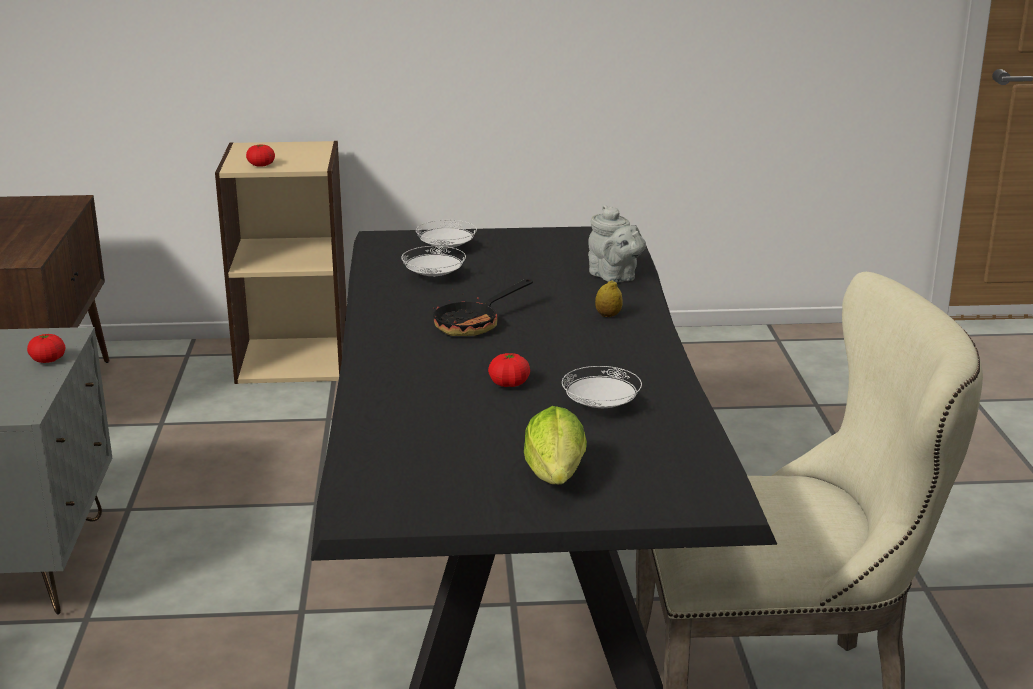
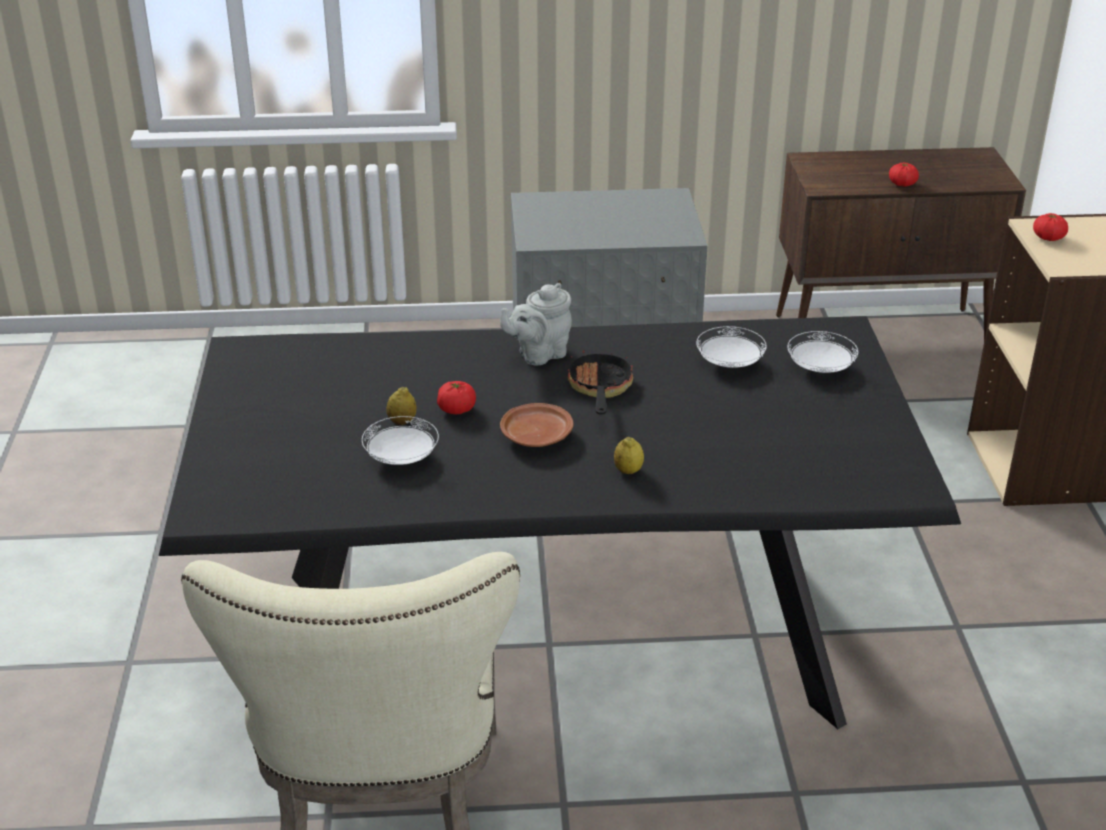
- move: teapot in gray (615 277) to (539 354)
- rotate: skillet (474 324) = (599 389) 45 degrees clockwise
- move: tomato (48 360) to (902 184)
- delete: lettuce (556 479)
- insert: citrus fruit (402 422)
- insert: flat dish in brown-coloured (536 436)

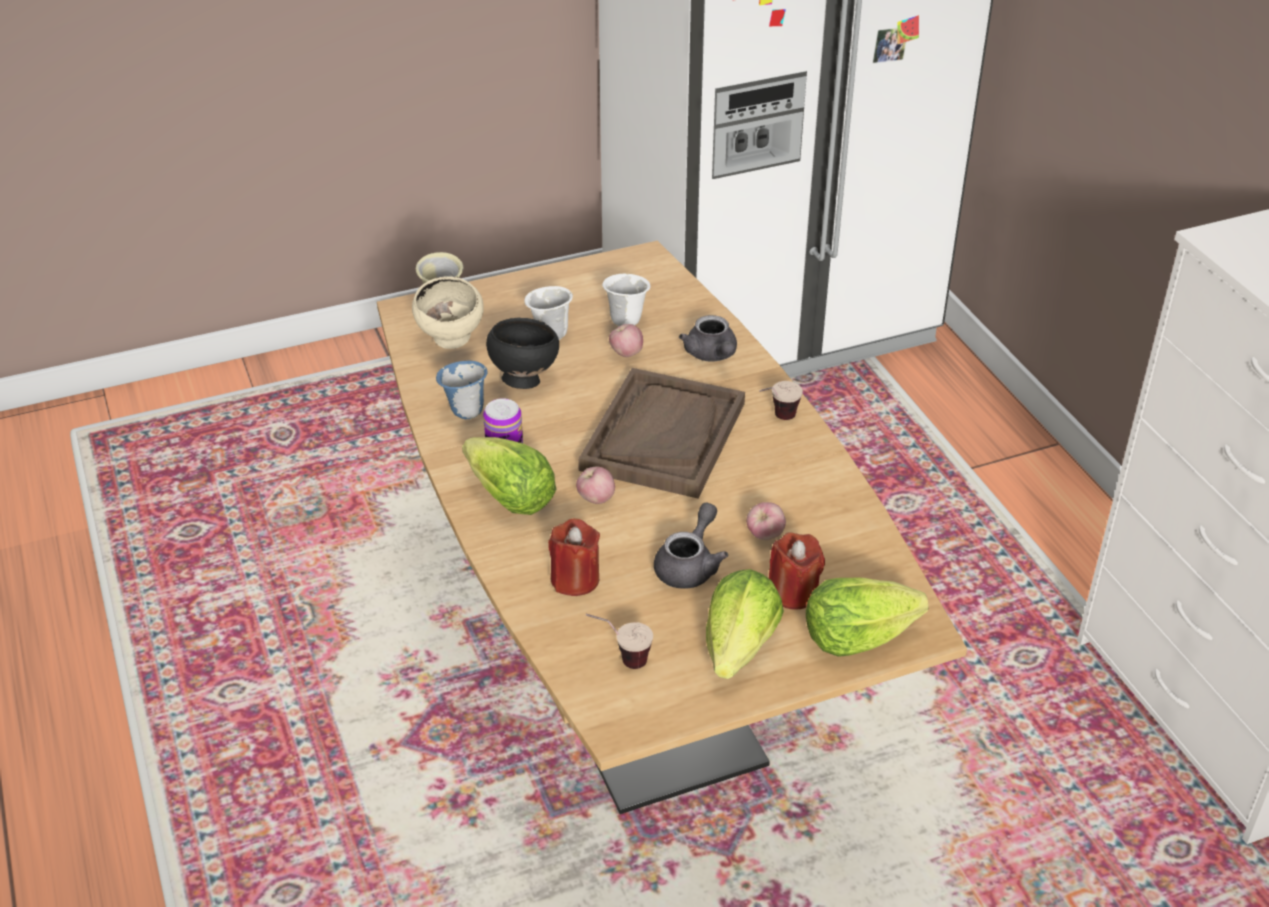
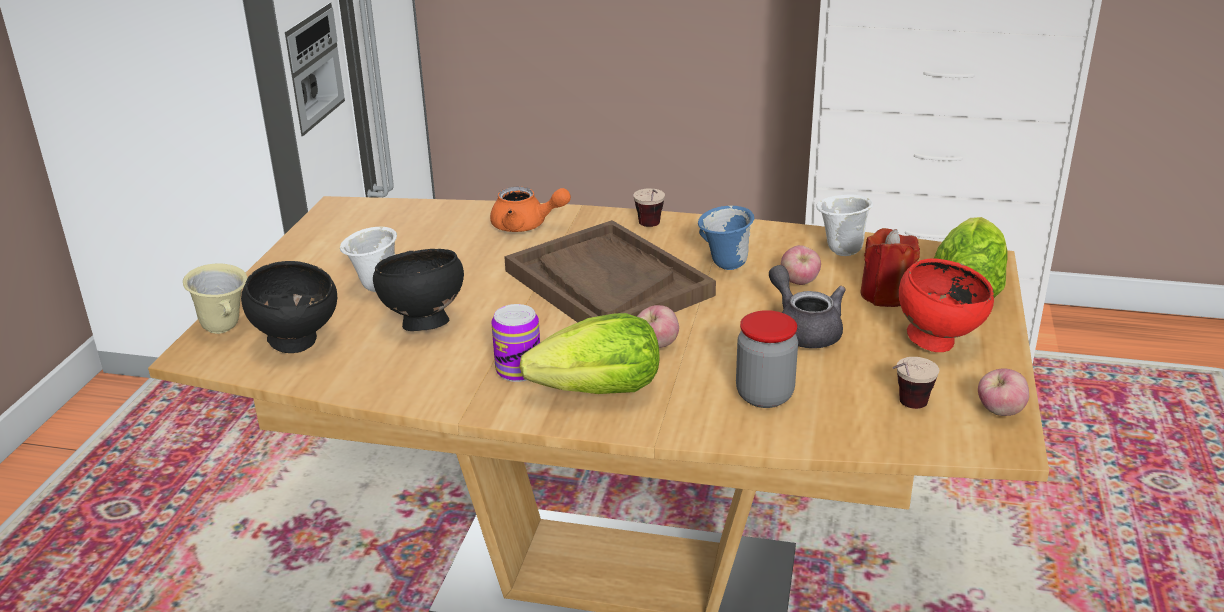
- move: coffee mug in whitish (626 321) to (840 251)
- recolor: deep dish in beige (452 342) to deep dish in blackish (299 344)
- recolor: teapot in gray (712 355) to teapot in orangey (526 226)
- move: whole apple (626 353) to (999 412)
- move: coffee mug in blue (464 412) to (724 266)
- replace: candle in red-coloured (575 579) to storage jar (764 395)
- replace: lettuce (740 647) to deep dish in red-coloured (938 343)

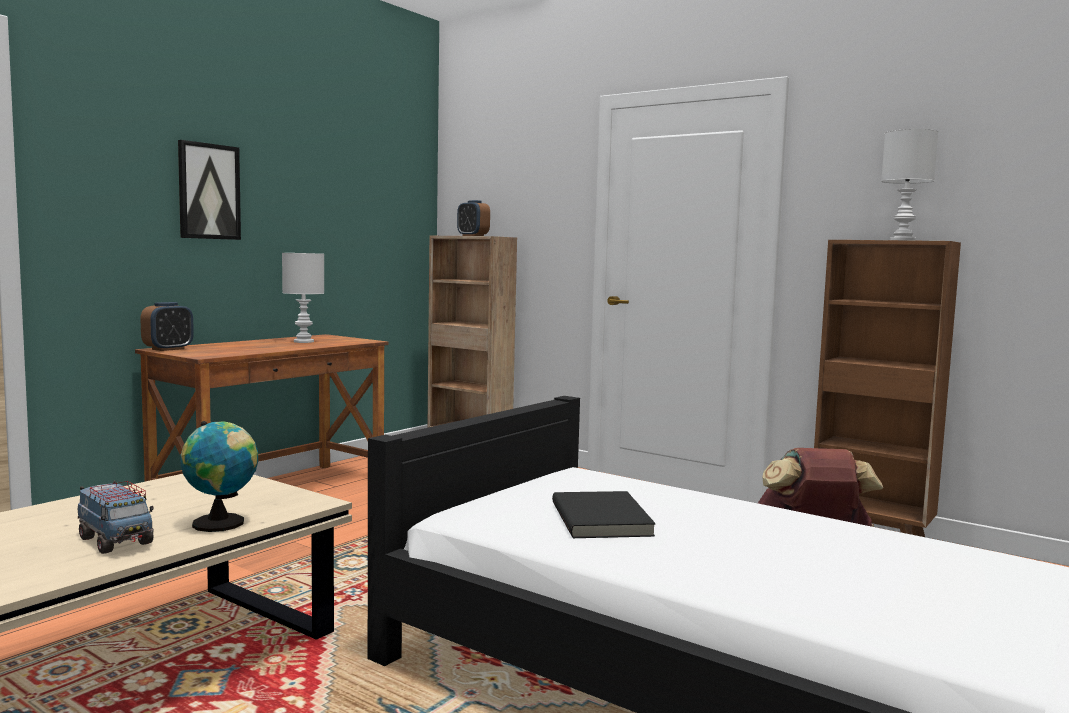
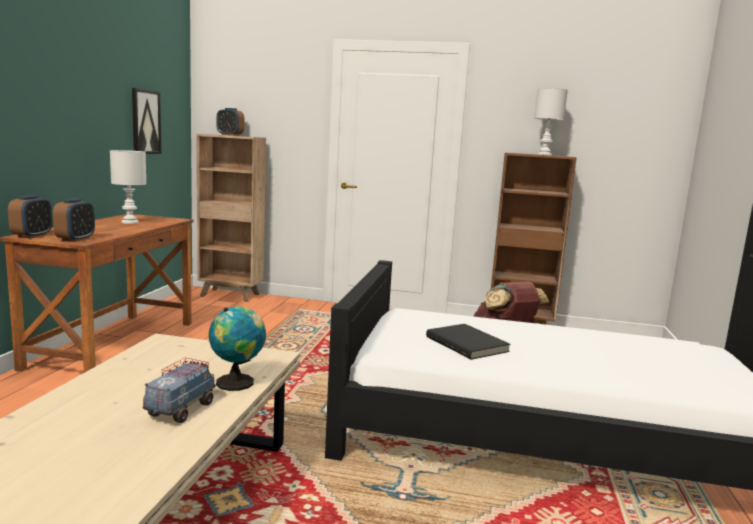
- move: wall art (208 191) to (145 122)
- rotate: toy lorry (116 541) = (181 410) 90 degrees counterclockwise
- insert: table clock (75 239)

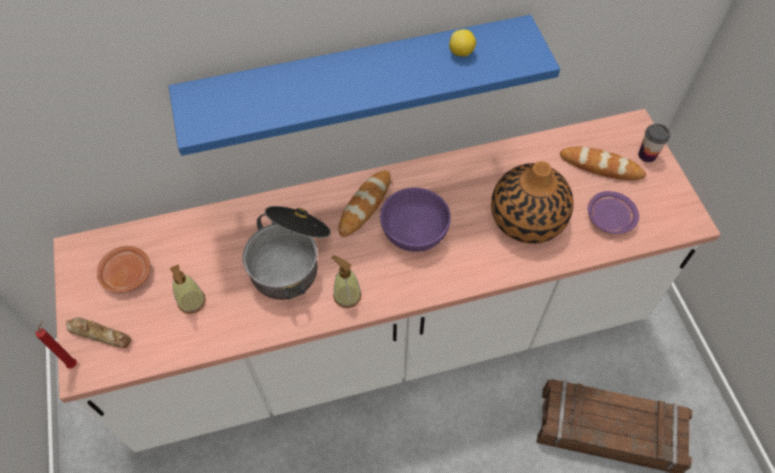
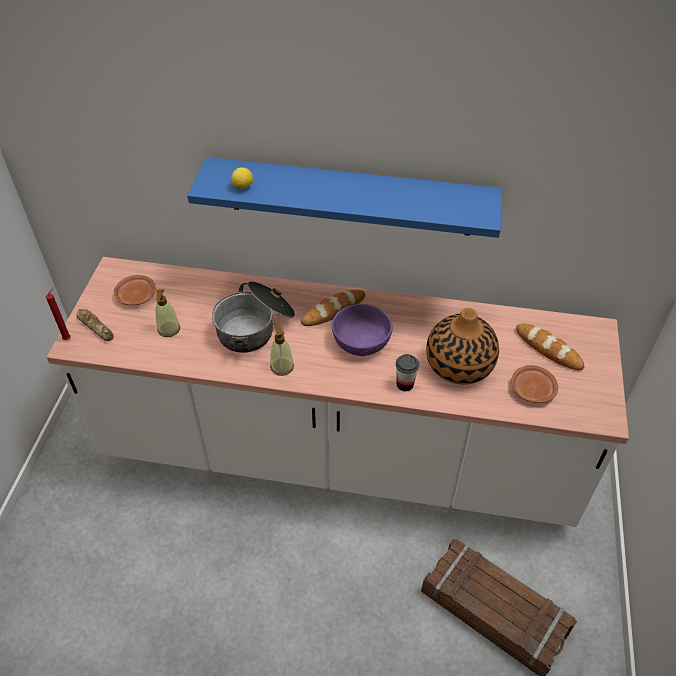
- move: citrus fruit (461 53) to (243 187)
- move: drinking cup (647 155) to (405 384)
- recolor: flat dish in purplish (609 217) to flat dish in brown-coloured (532 389)

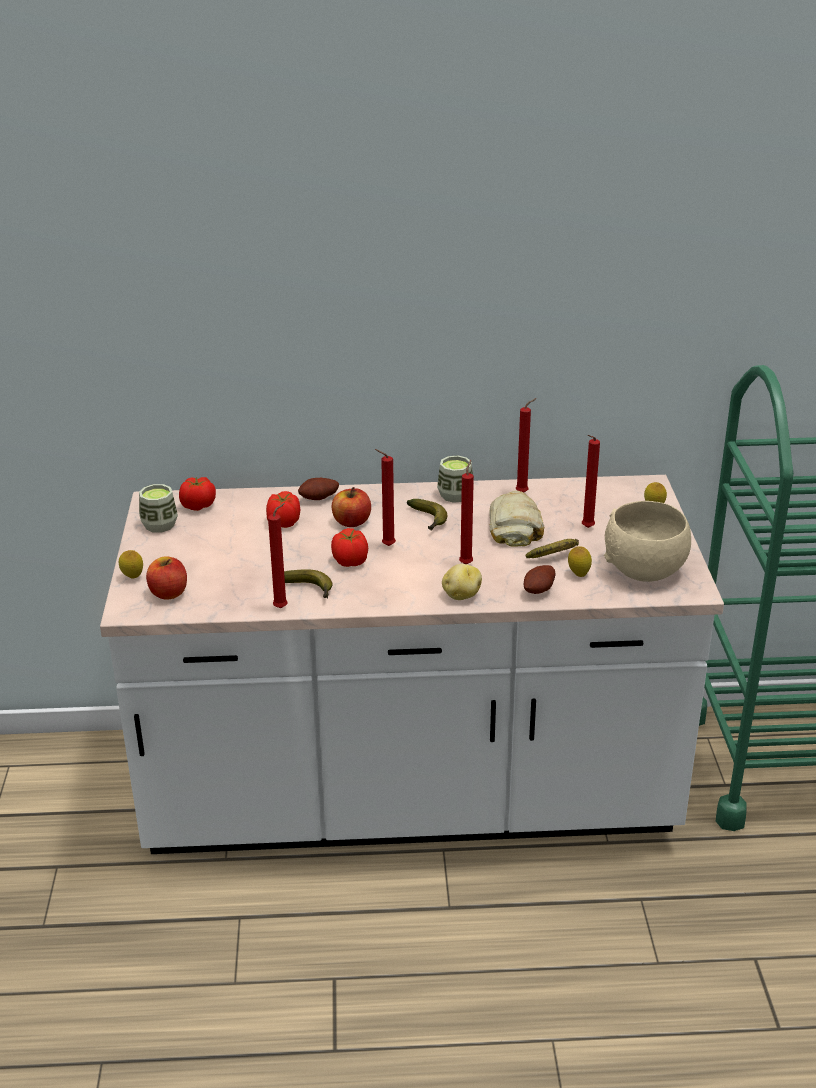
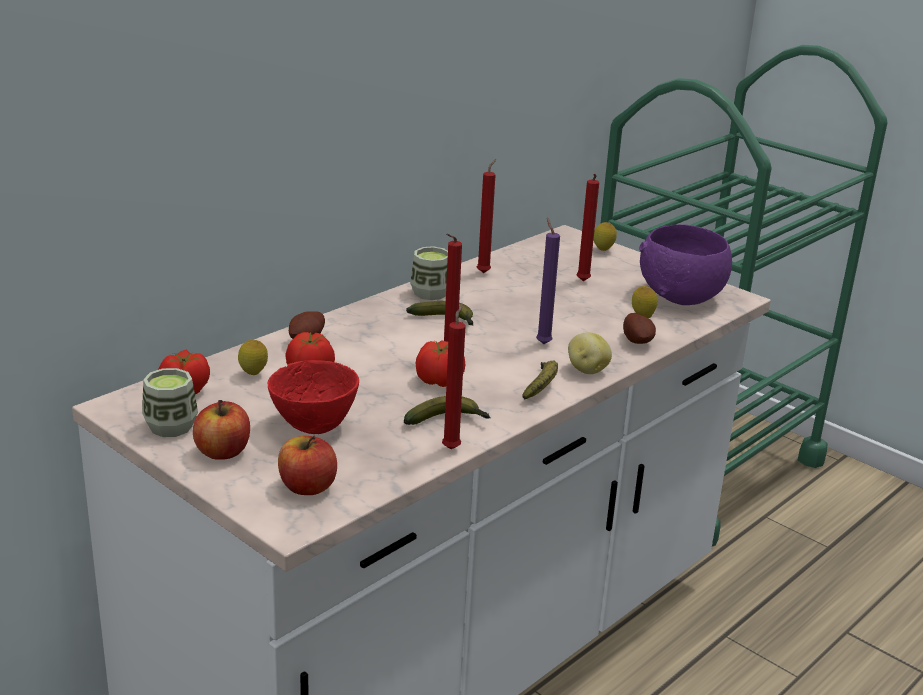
- recolor: candle in red-coloured (466 563) to candle in purplish (542 343)
- move: whole apple (352 522) to (223 452)
- delete: baked bread (515 527)
- recolor: deep dish in beige (645 571) to deep dish in purplish (682 297)
- move: banana (556 555) to (542 387)
- move: citrus fruit (133 578) to (253 375)
- insert: deep dish in red-coloured (315 427)

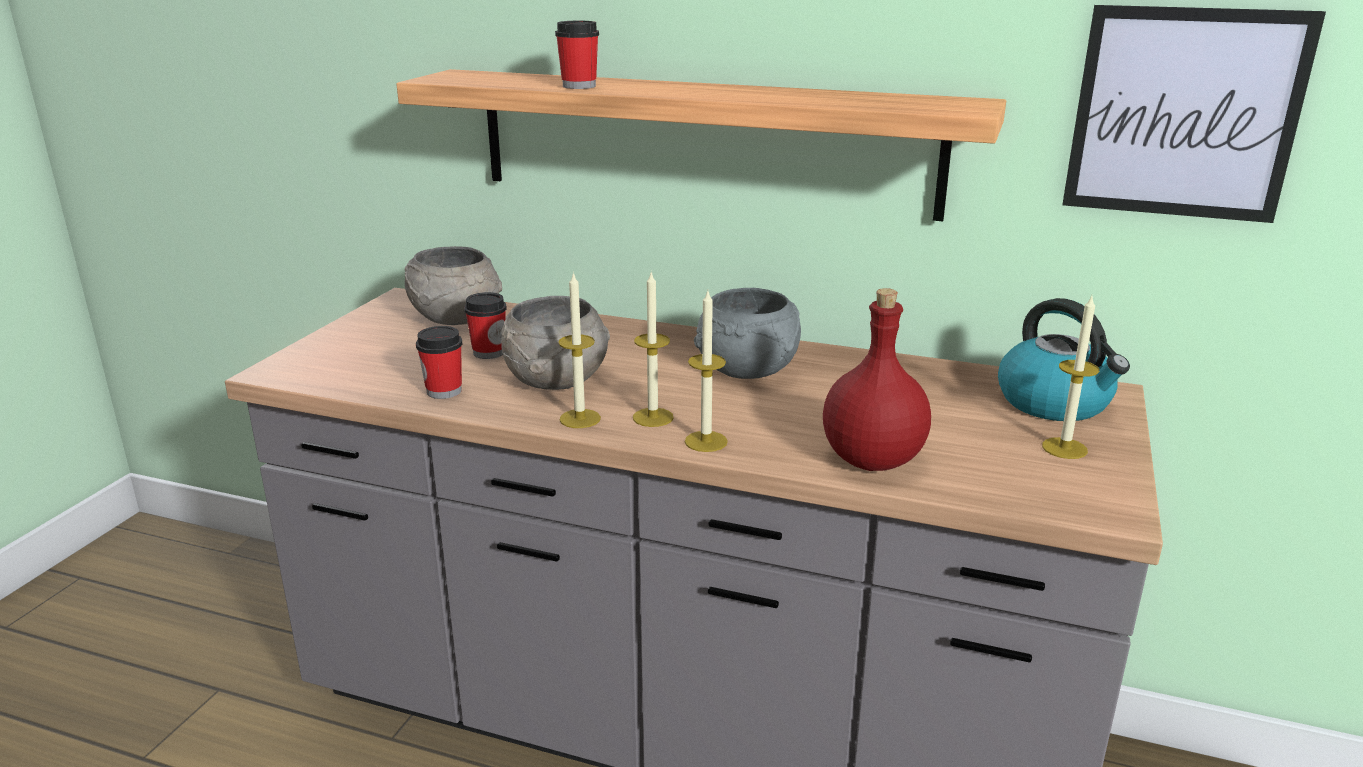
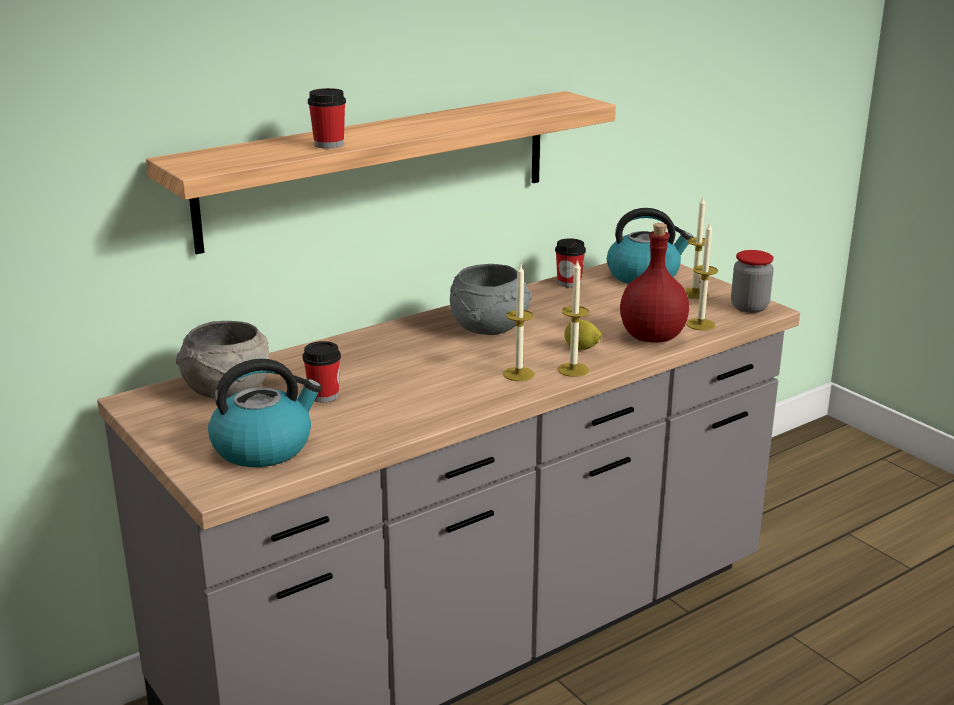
- delete: wall art (1184 114)
- move: candle (580 419) to (700 324)
- delete: deep dish in gray (558 380)
- move: drinking cup (444 391) to (569 283)
- insert: storage jar (749 307)
- insert: citrus fruit (581 348)
- insert: water kettle (264 447)

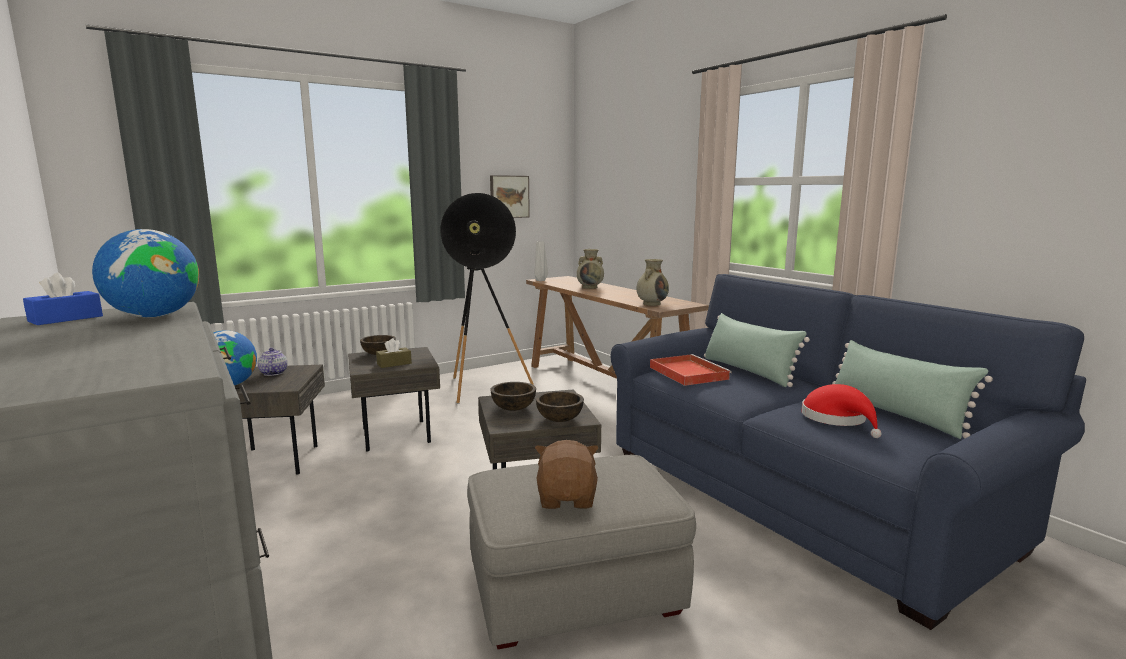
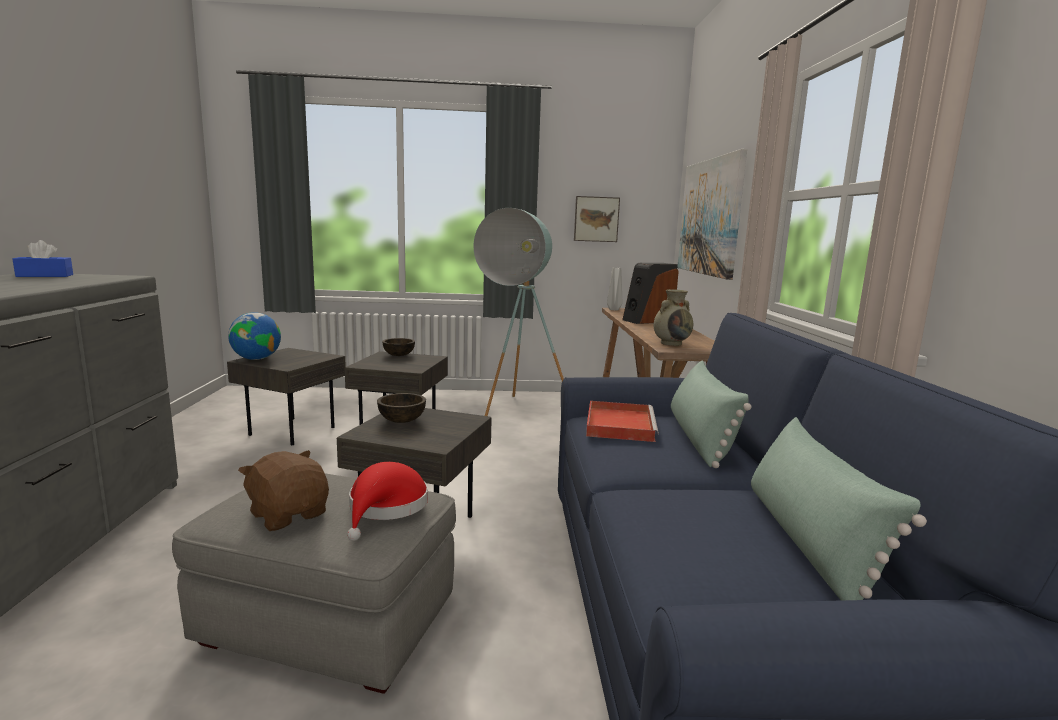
- recolor: standard lamp in blackish (482 394) to standard lamp in turquoise-coloured (517 415)
- delete: globe (154 316)
- replace: flower vase in beige (590 287) to audio speaker (647 321)
- delete: box of tissues in brown-coloured (394 363)
- delete: teapot (273 373)
- move: hat in red-coloured (837 419) to (386 507)
- delete: deep dish in brown-coloured (559 419)
- rotate: plush toy in brown-coloured (567 498) = (289 514) 75 degrees counterclockwise
- insert: wall art (709 217)

